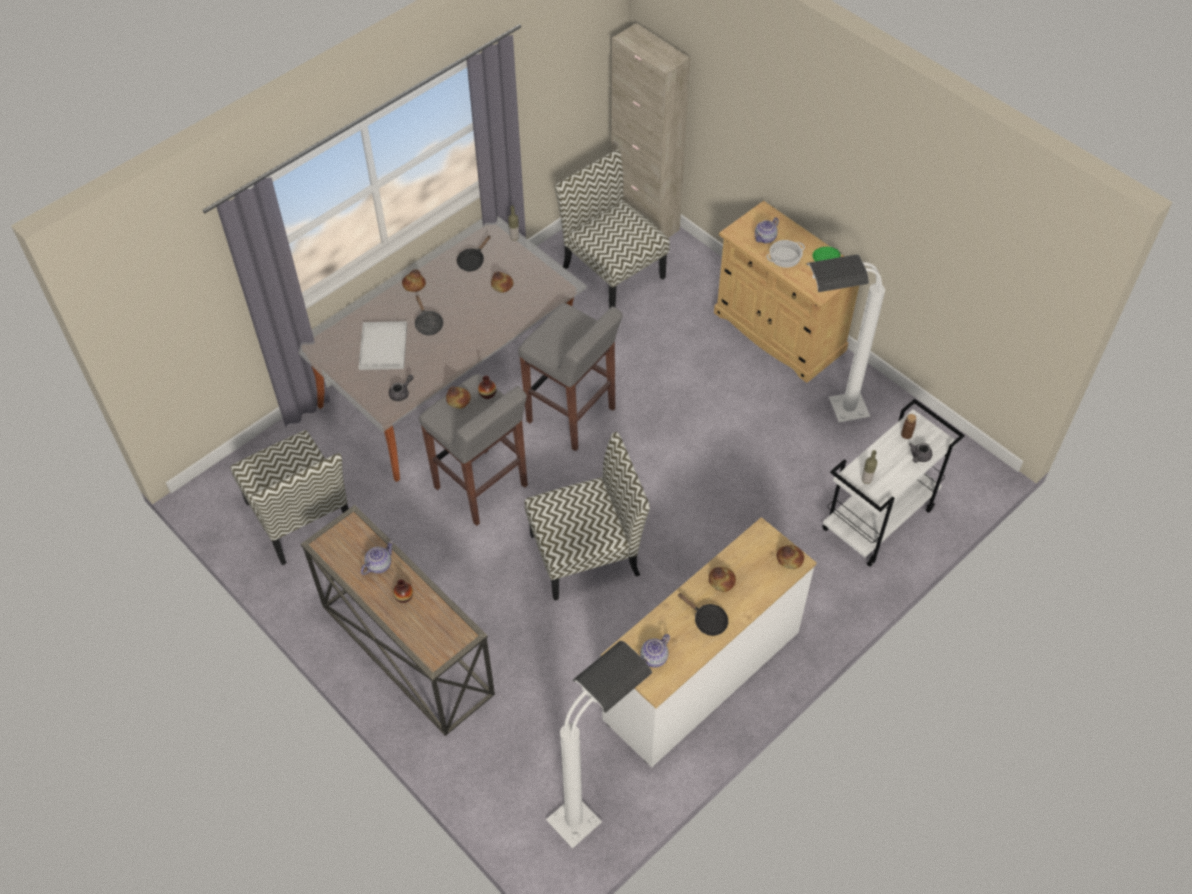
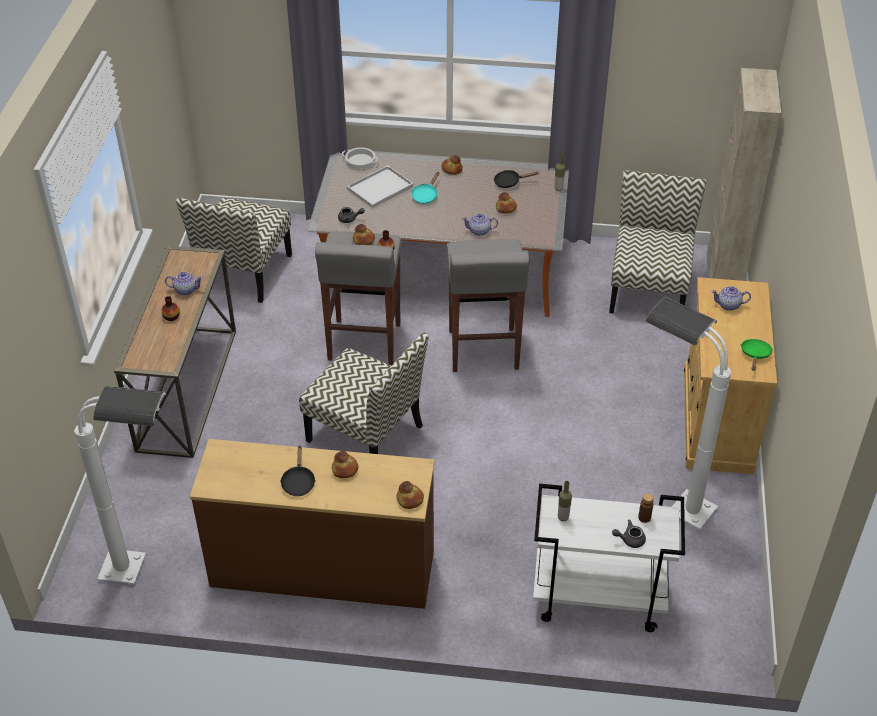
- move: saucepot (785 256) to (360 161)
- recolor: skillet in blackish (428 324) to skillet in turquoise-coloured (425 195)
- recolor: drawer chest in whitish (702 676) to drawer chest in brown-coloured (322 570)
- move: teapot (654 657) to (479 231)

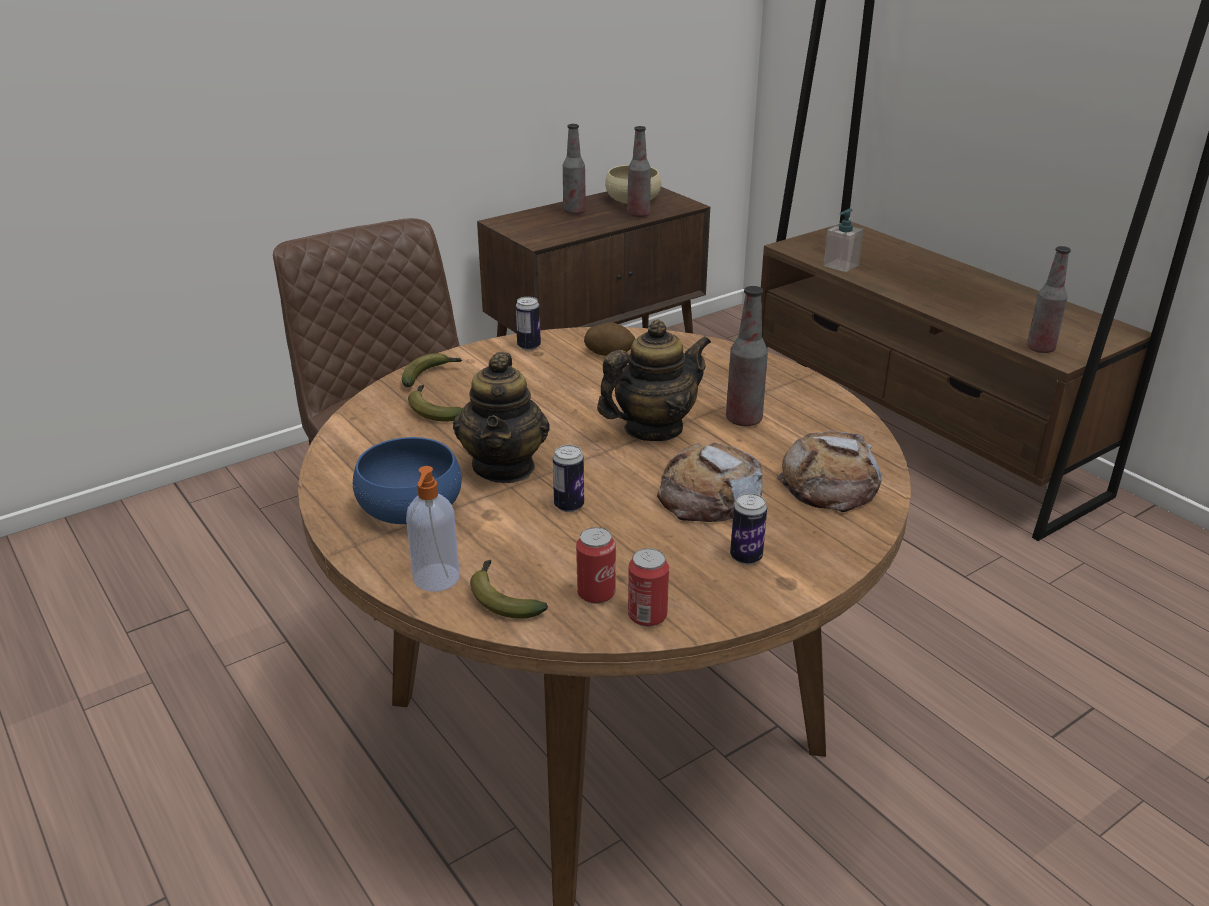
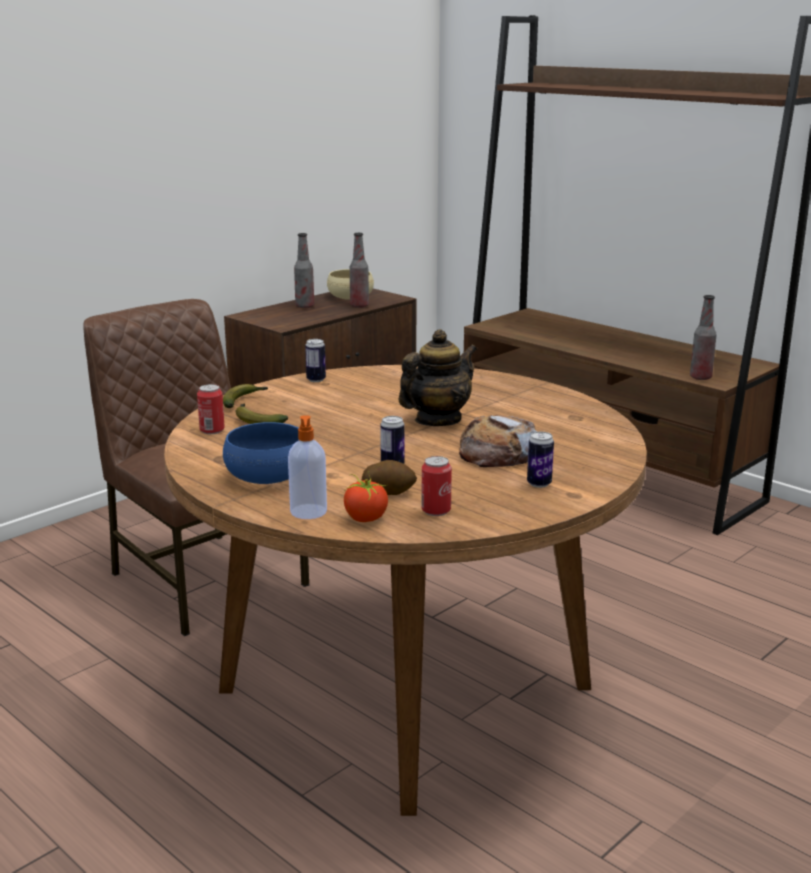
- delete: liquid soap bottle (841 265)
- delete: beverage bottle (743 420)
- move: spud (609 353) to (389 492)
- delete: teapot (504 467)
- delete: baked bread (830 483)
- move: can (647 616) to (212 430)
- replace: banana (502 598) to tomato (365 518)

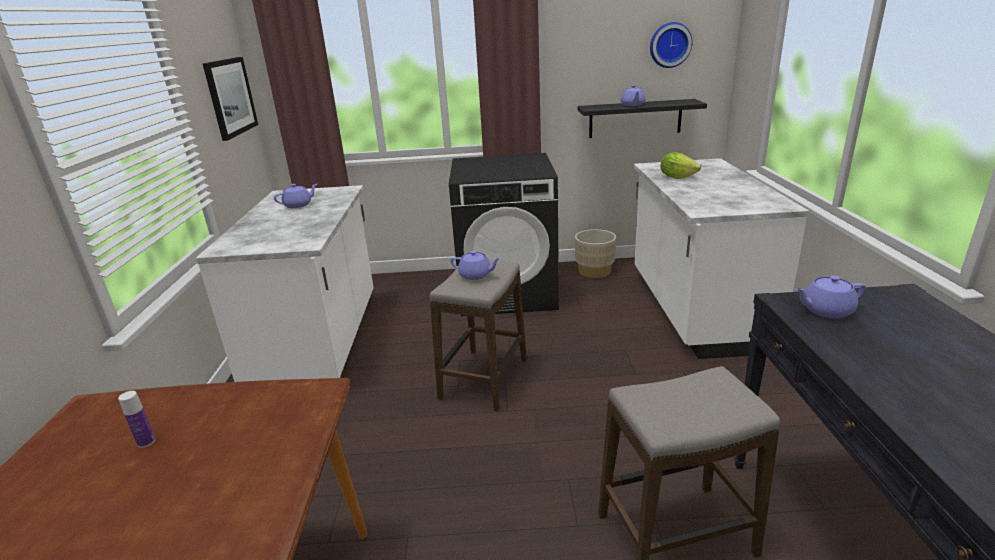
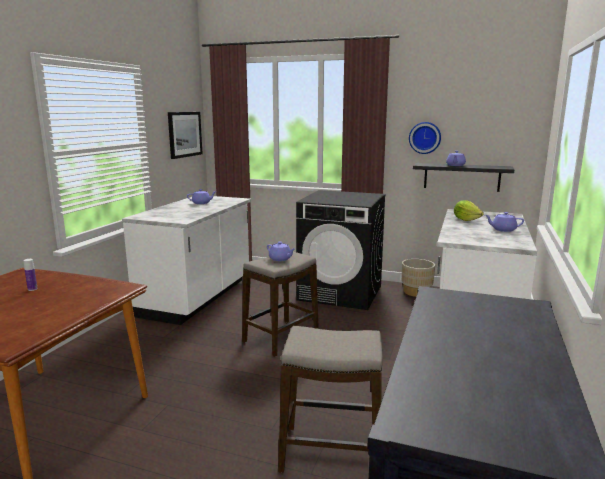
- move: wall clock (669 45) to (425 137)
- move: teapot in purplish (825 310) to (503 230)

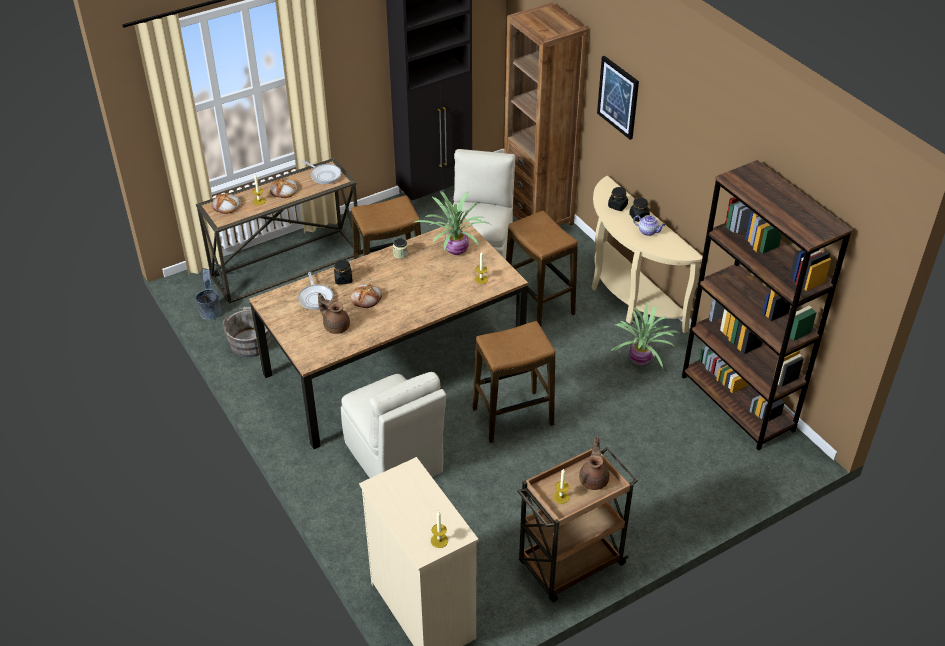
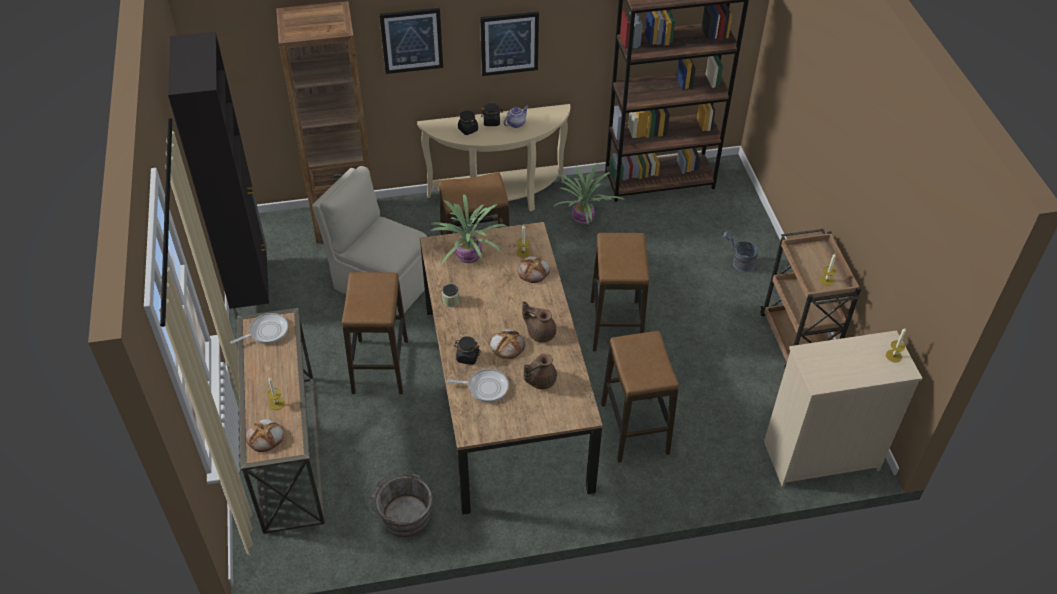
- move: baked bread (284 190) to (533 271)
- move: pail in gray (210 310) to (739 264)
- replace: chair in beige (394 459) to sitting stool (635 429)
- move: teapot in brown-coloured (594 479) to (540 333)
- insert: wall art (509 43)

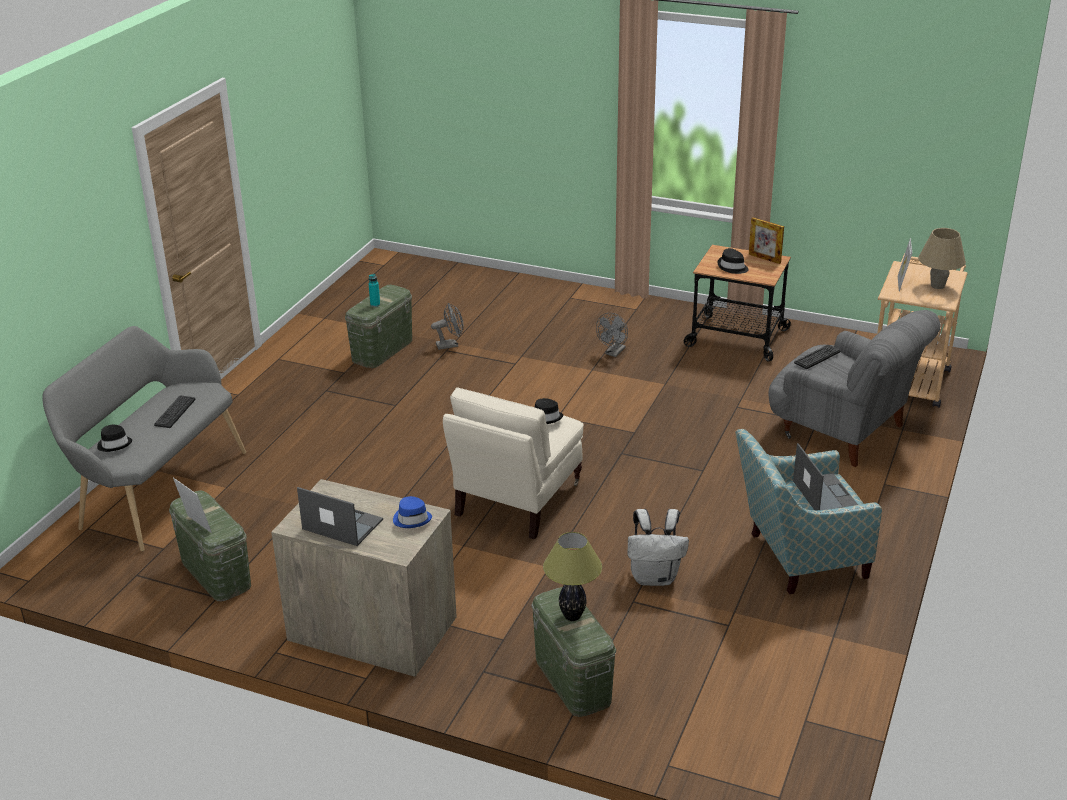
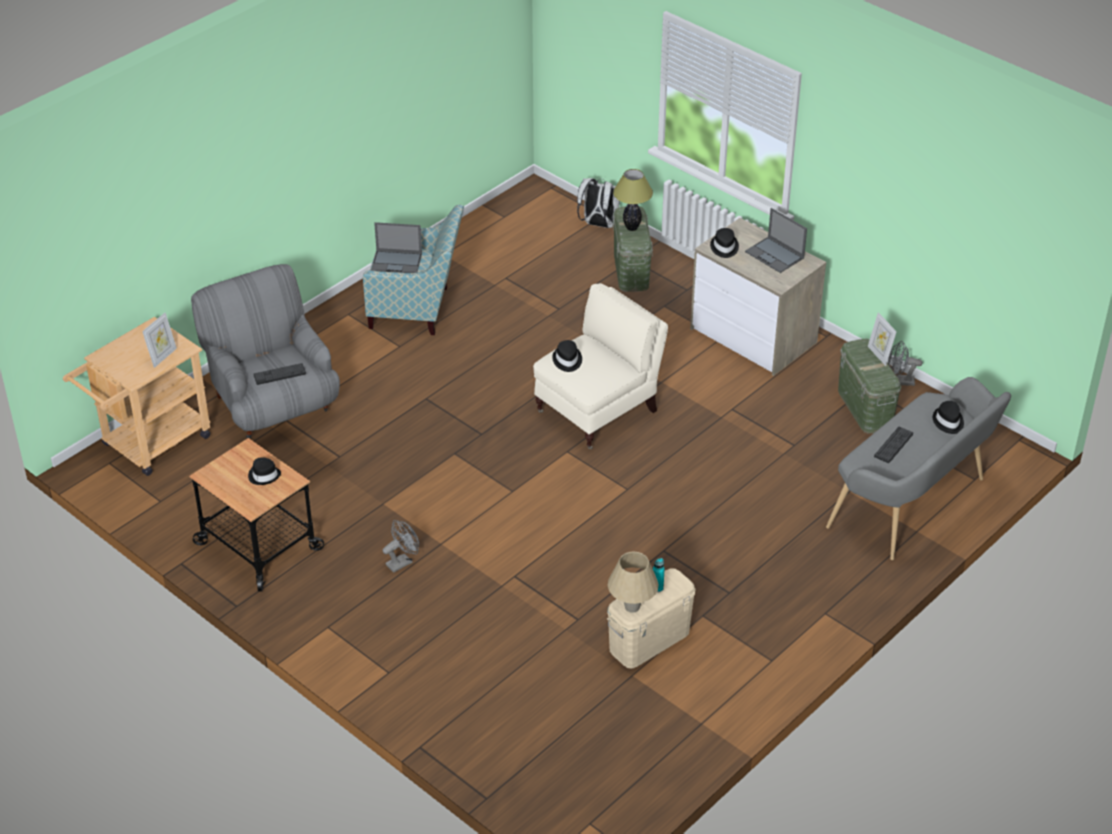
- delete: photo frame (764 258)
- move: tabletop lamp in beige (937 286) to (632 607)
- recolor: storage container in green (382 350) to storage container in beige (649 641)
- move: electric fan in gray (450 345) to (899 381)
- rotate: notebook computer (824 493) = (397 262) 90 degrees counterclockwise
- recolor: hat in blue (412 519) to hat in blackish (724 247)
- move: rucksack in whitish (655 577) to (599 224)

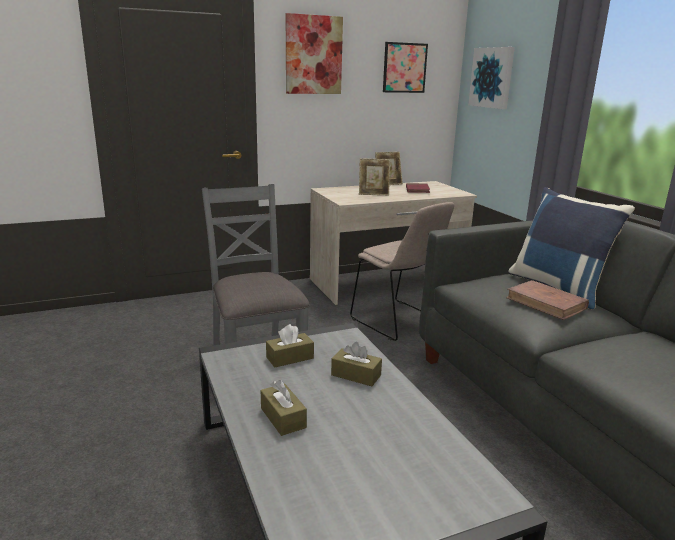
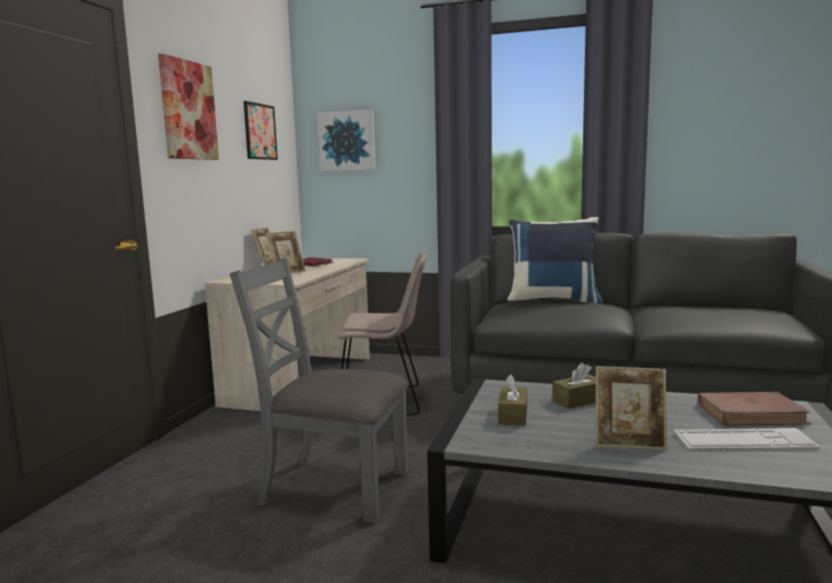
- move: book in brown-coloured (546 303) to (751 414)
- replace: box of tissues in brown-coloured (283 418) to photo frame (629 443)
- insert: PC keyboard (744 441)

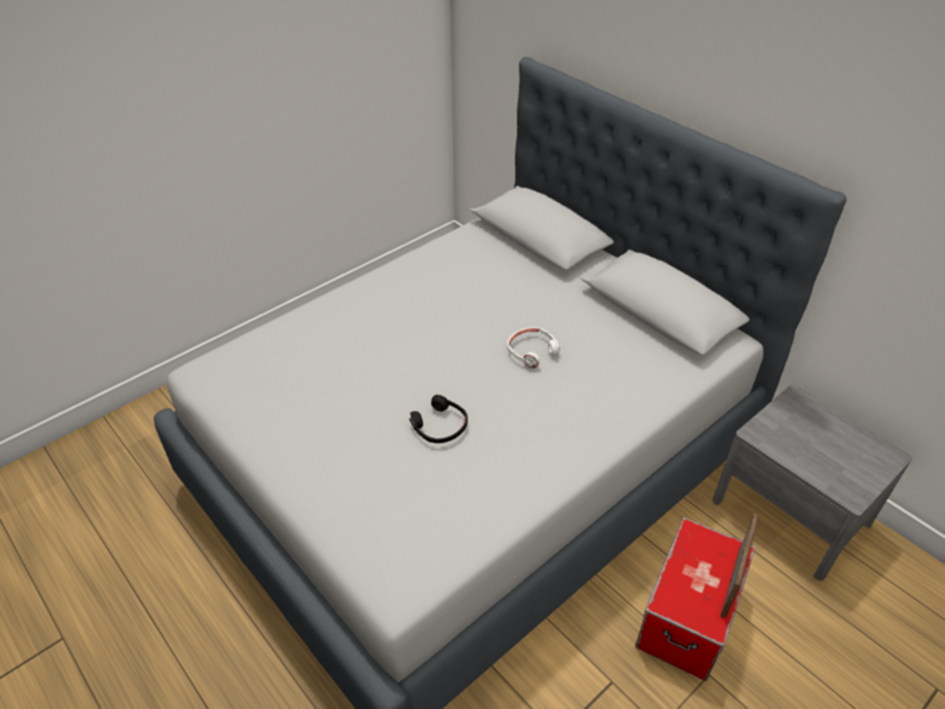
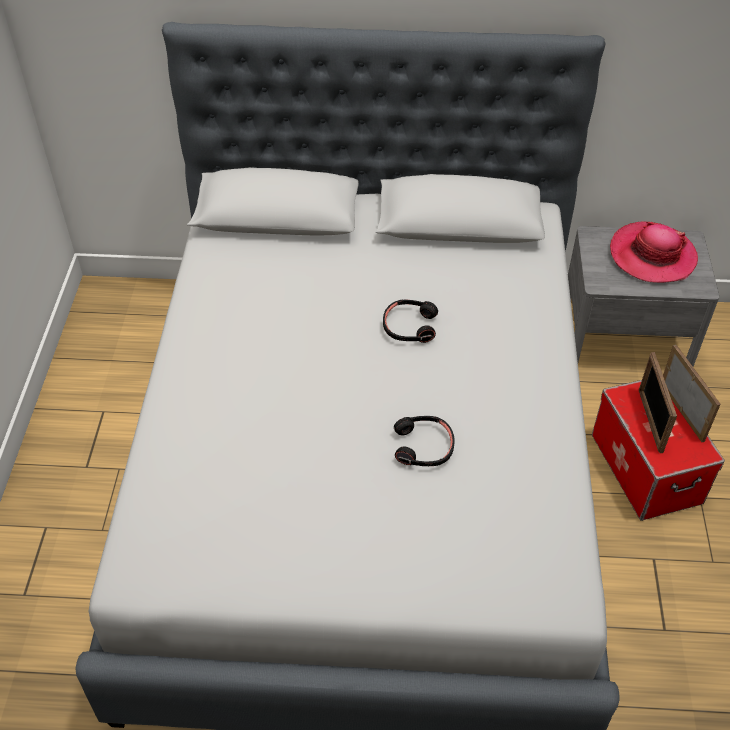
- recolor: headphones in whitish (532 351) to headphones in blackish (409 327)
- insert: hat (652 256)
- insert: photo frame (650 420)

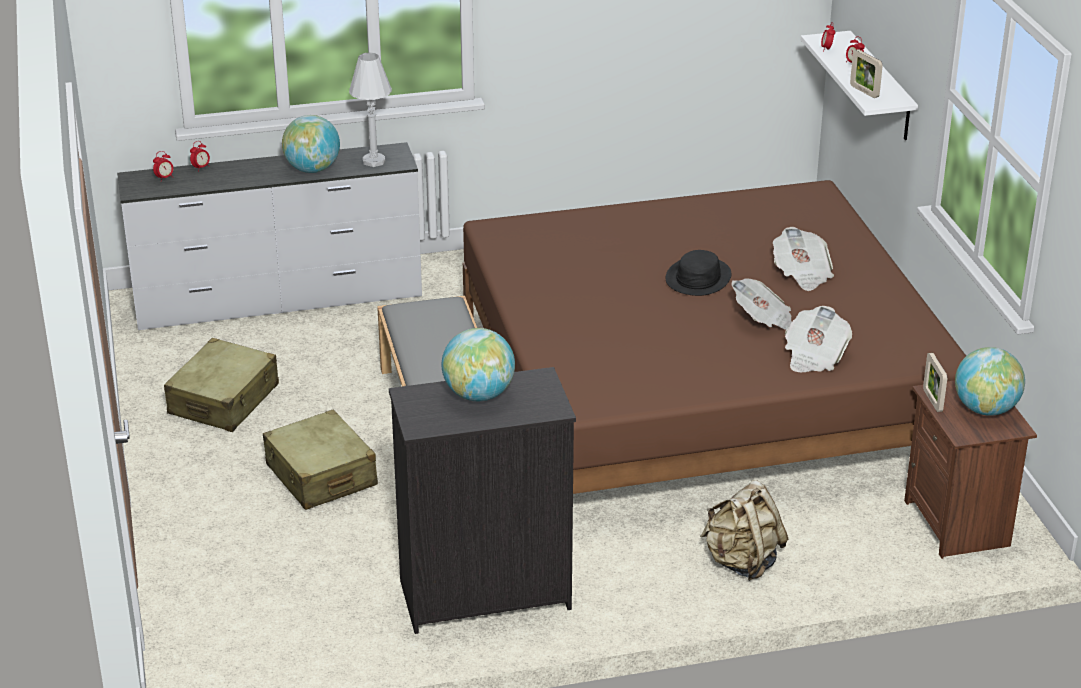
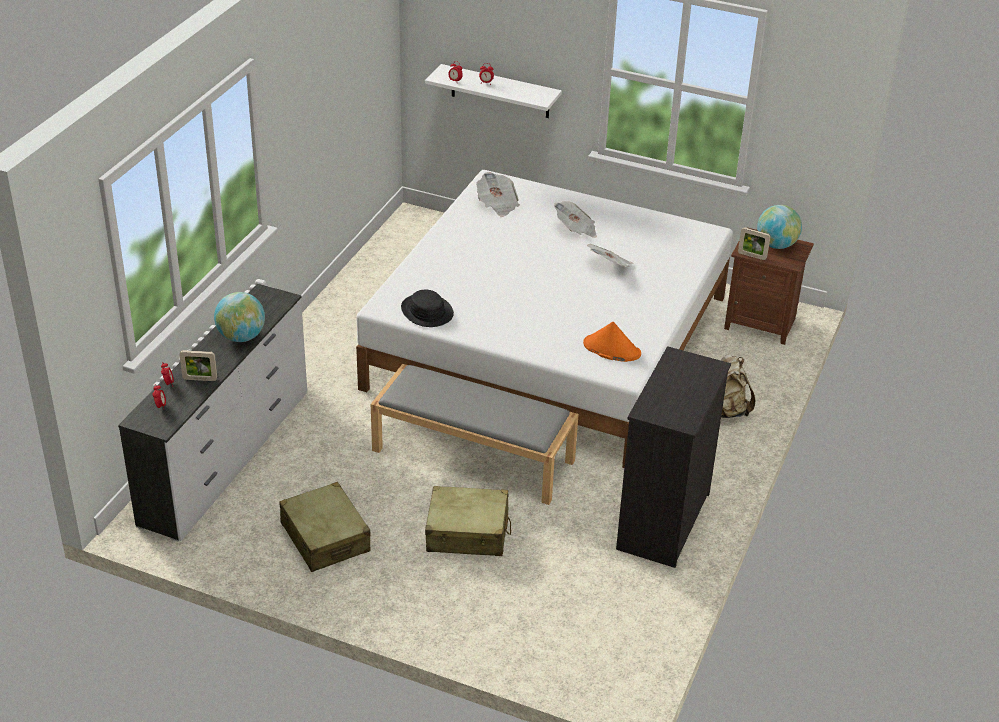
- move: photo frame (864 91) to (200 379)
- delete: tabletop lamp in whitish (373 161)
- recolor: sleeping bed in brown-coloured (700 394) to sleeping bed in whitish (549 342)
- move: hat in blackish (698 278) to (427 311)
- move: daily paper (814 356) to (497 205)
- delete: globe (478 395)
- insert: hat in orangey (611 349)

